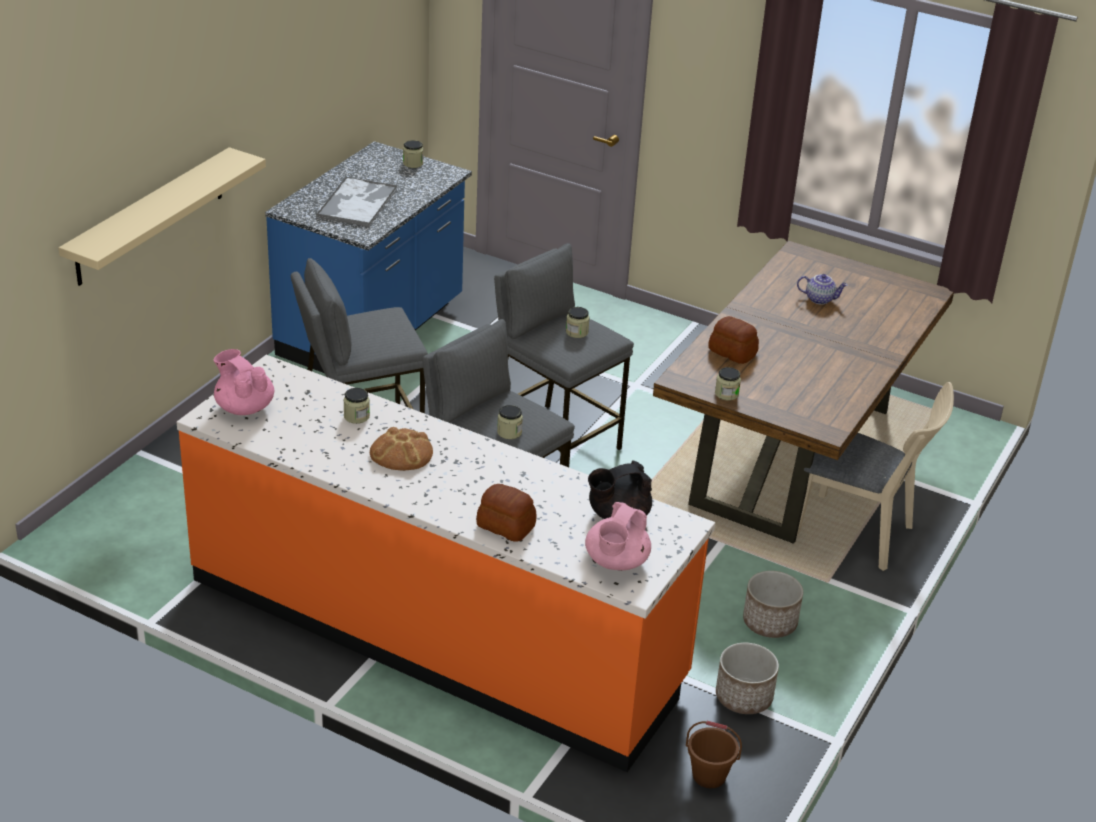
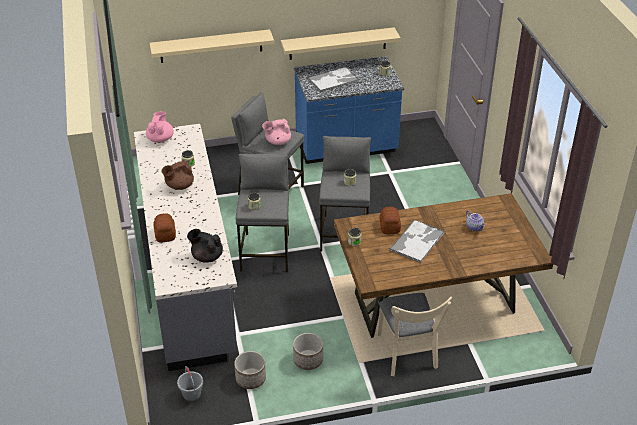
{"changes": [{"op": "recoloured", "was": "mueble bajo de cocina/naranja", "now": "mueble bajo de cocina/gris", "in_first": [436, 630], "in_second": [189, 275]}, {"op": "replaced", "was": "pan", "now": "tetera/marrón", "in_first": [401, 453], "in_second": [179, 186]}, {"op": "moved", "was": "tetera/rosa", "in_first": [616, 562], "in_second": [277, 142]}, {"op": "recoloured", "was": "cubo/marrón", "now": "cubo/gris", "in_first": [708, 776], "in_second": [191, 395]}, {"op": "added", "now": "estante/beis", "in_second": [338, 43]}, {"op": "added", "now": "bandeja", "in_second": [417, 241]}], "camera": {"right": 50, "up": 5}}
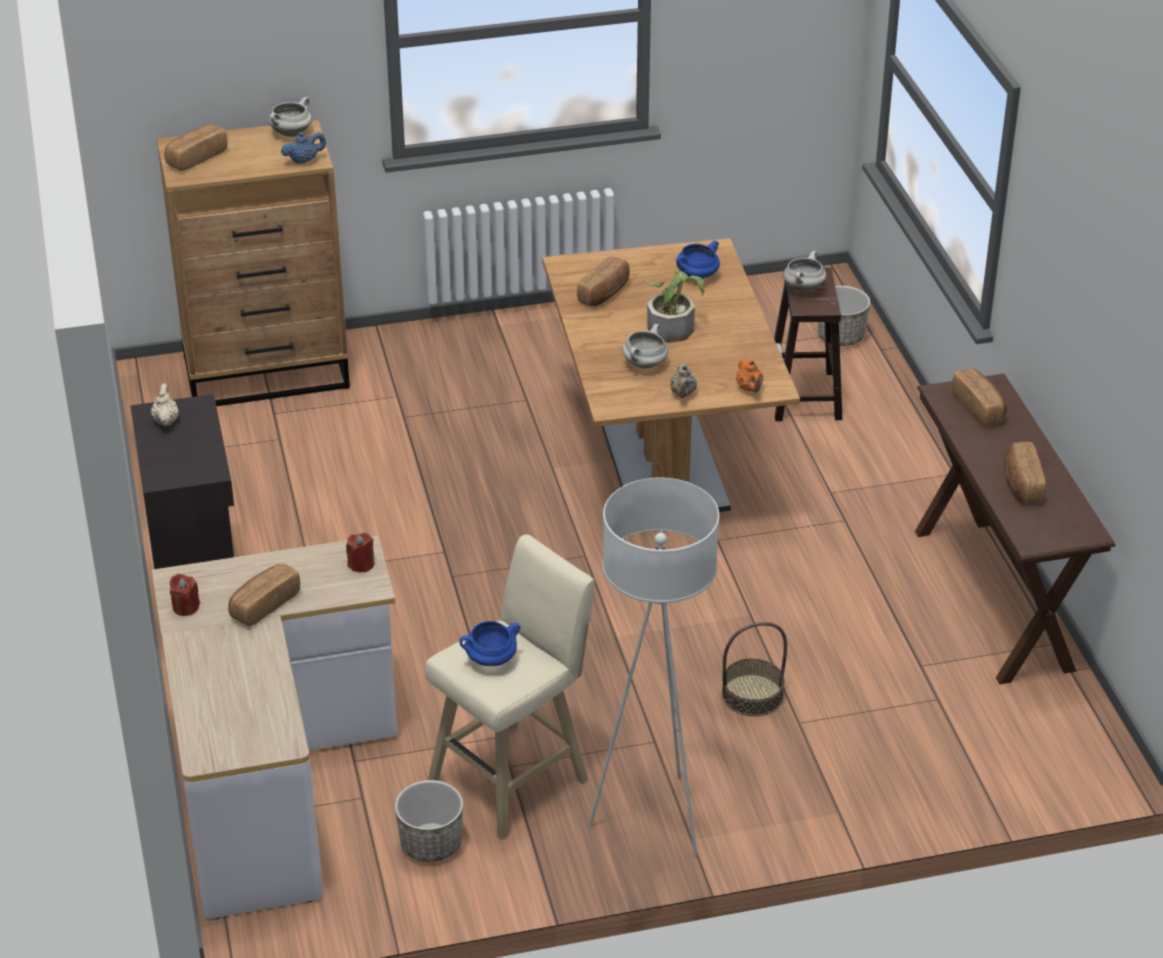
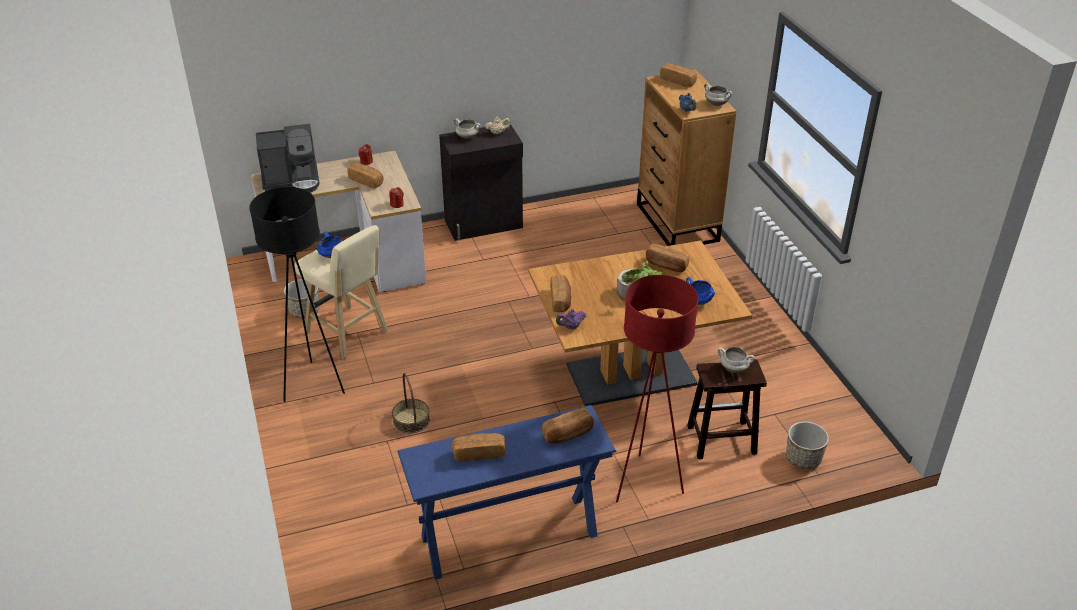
{"changes": [{"op": "recoloured", "was": "lámpara de pie/blanco", "now": "lámpara de pie/negro", "in_first": [652, 819], "in_second": [313, 384]}, {"op": "moved", "was": "olla/blanco", "in_first": [645, 364], "in_second": [467, 137]}, {"op": "replaced", "was": "tetera/beis", "now": "pan", "in_first": [683, 394], "in_second": [560, 300]}, {"op": "recoloured", "was": "tetera/naranja", "now": "tetera/morado", "in_first": [749, 389], "in_second": [571, 327]}, {"op": "recoloured", "was": "mesa consola/marrón", "now": "mesa consola/azul", "in_first": [992, 599], "in_second": [508, 536]}, {"op": "added", "now": "cafetera", "in_second": [292, 180]}, {"op": "added", "now": "lámpara de pie/rojo", "in_second": [645, 483]}], "camera": {"right": 85, "up": 0}}
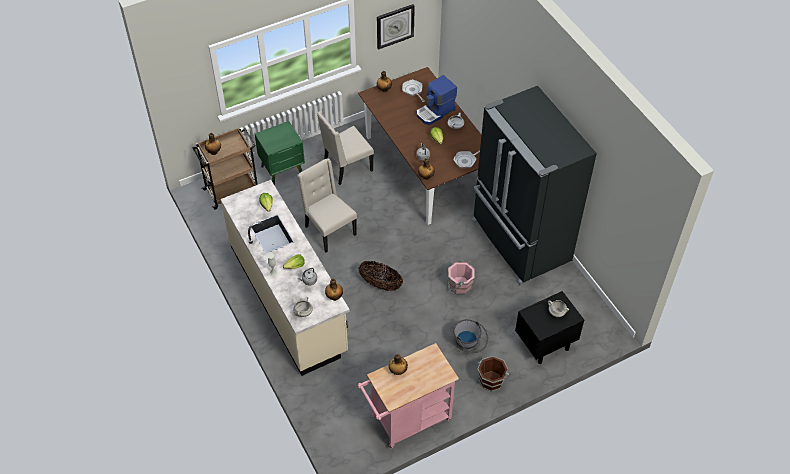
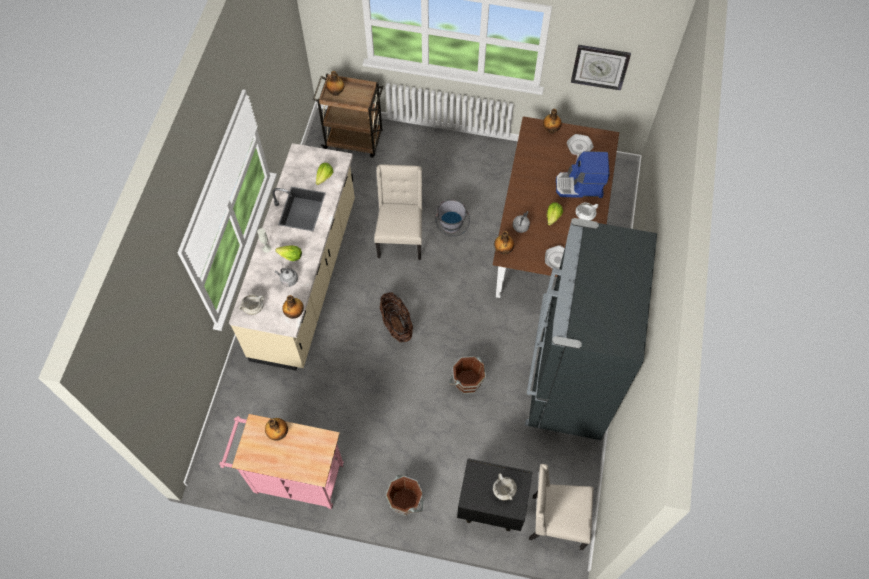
{"changes": [{"op": "removed", "was": "mesita de noche/verde", "in_first": [283, 170]}, {"op": "moved", "was": "silla/beis", "in_first": [346, 168], "in_second": [555, 521]}, {"op": "recoloured", "was": "cubo/rosa", "now": "cubo/marrón", "in_first": [459, 285], "in_second": [467, 381]}, {"op": "moved", "was": "cubo/gris", "in_first": [469, 346], "in_second": [451, 228]}], "camera": {"right": 40, "up": 10}}
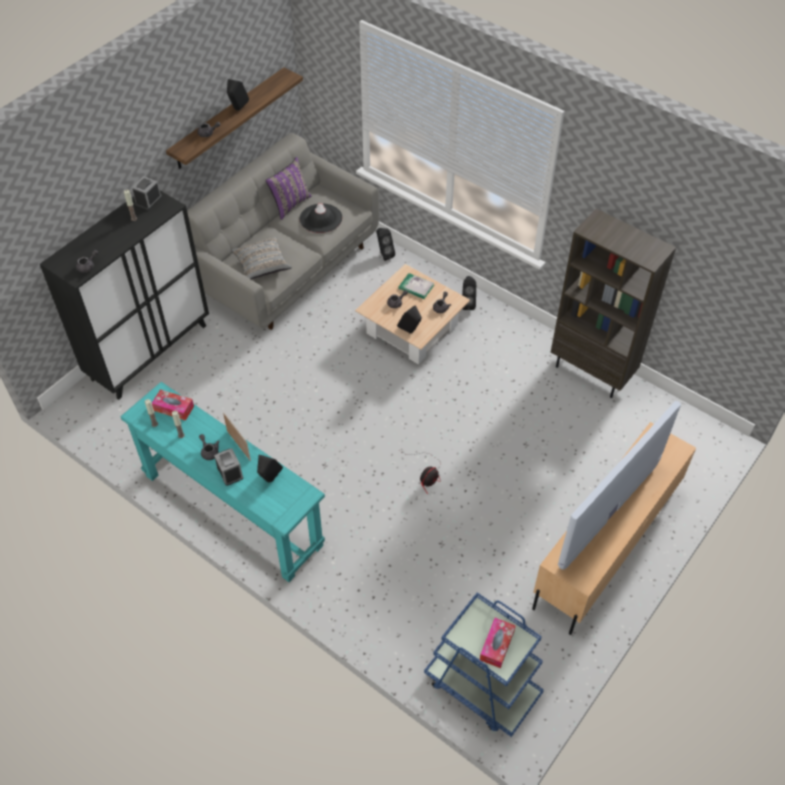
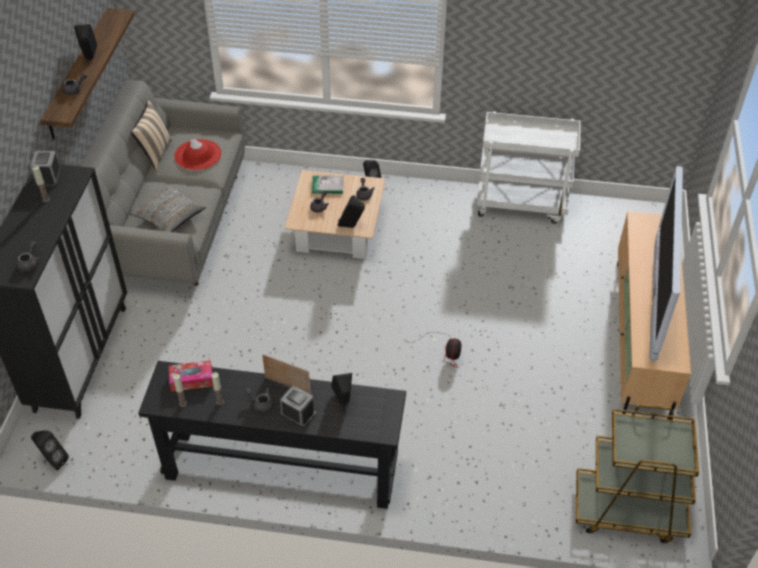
{"changes": [{"op": "recoloured", "was": "mesa consola/turquesa", "now": "mesa consola/negro", "in_first": [232, 509], "in_second": [281, 468]}, {"op": "recoloured", "was": "cojín/morado", "now": "cojín/beis", "in_first": [289, 204], "in_second": [155, 153]}, {"op": "recoloured", "was": "sombrero/negro", "now": "sombrero/rojo", "in_first": [321, 218], "in_second": [197, 155]}, {"op": "moved", "was": "altavoz/negro", "in_first": [384, 254], "in_second": [53, 460]}, {"op": "recoloured", "was": "carrito/azul", "now": "carrito/marrón", "in_first": [481, 686], "in_second": [628, 510]}, {"op": "removed", "was": "caja de pañuelos", "in_first": [497, 645]}, {"op": "replaced", "was": "estantería/marrón", "now": "carrito/blanco", "in_first": [592, 372], "in_second": [522, 204]}], "camera": {"right": -30, "up": -5}}
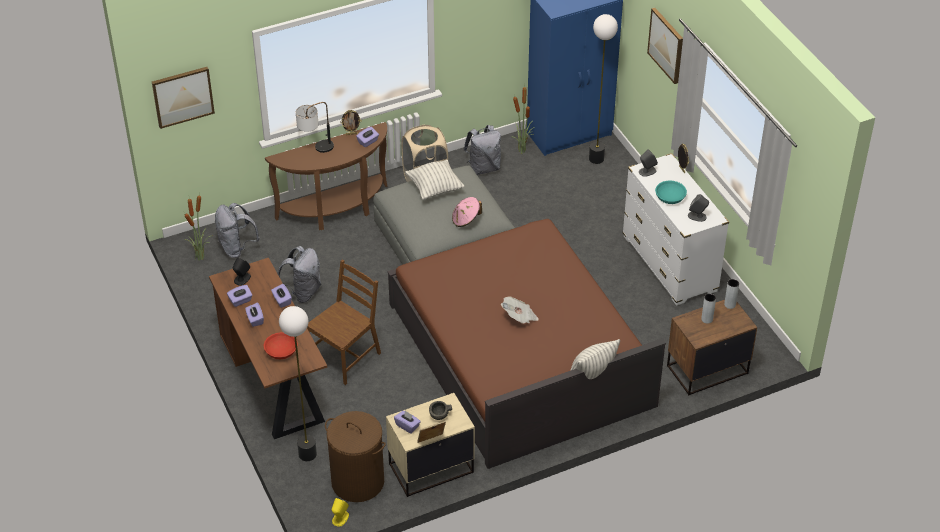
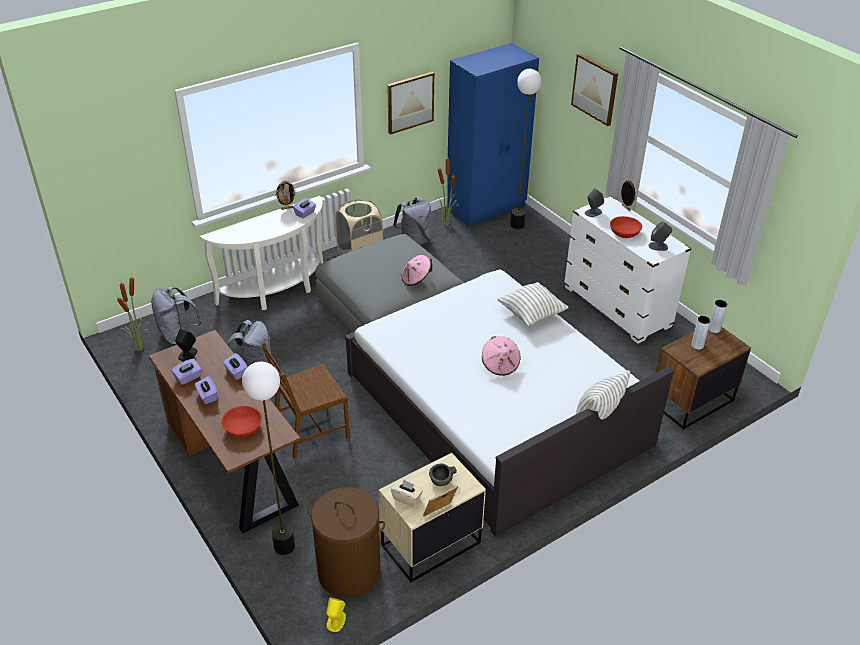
{"changes": [{"op": "moved", "was": "cuadro", "in_first": [182, 96], "in_second": [410, 102]}, {"op": "recoloured", "was": "mesa consola/marrón", "now": "mesa consola/blanco", "in_first": [336, 211], "in_second": [277, 291]}, {"op": "removed", "was": "lámpara de mesa", "in_first": [316, 149]}, {"op": "turned", "was": "silla/marrón", "in_first": [345, 356], "in_second": [310, 431], "clockwise": -150}, {"op": "recoloured", "was": "cama/marrón", "now": "cama/blanco", "in_first": [520, 355], "in_second": [496, 408]}, {"op": "recoloured", "was": "caja de pañuelos/morado", "now": "caja de pañuelos/beis", "in_first": [407, 426], "in_second": [407, 498]}, {"op": "moved", "was": "cojín", "in_first": [435, 189], "in_second": [531, 314]}, {"op": "replaced", "was": "periódico", "now": "sombrero/rosa", "in_first": [519, 317], "in_second": [500, 365]}, {"op": "recoloured", "was": "cuenco/turquesa", "now": "cuenco/rojo", "in_first": [670, 197], "in_second": [624, 232]}], "camera": {"right": -10, "up": -5}}
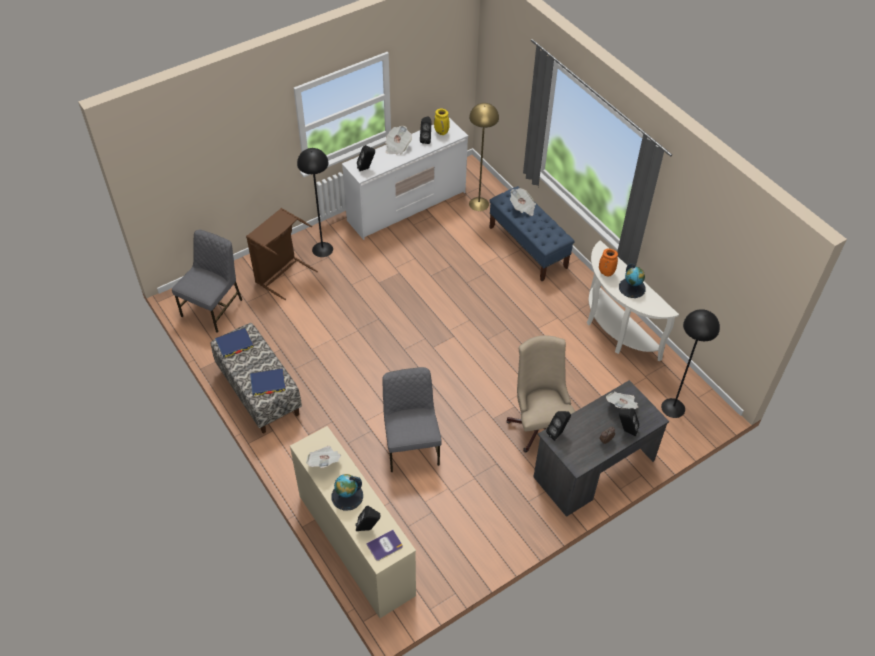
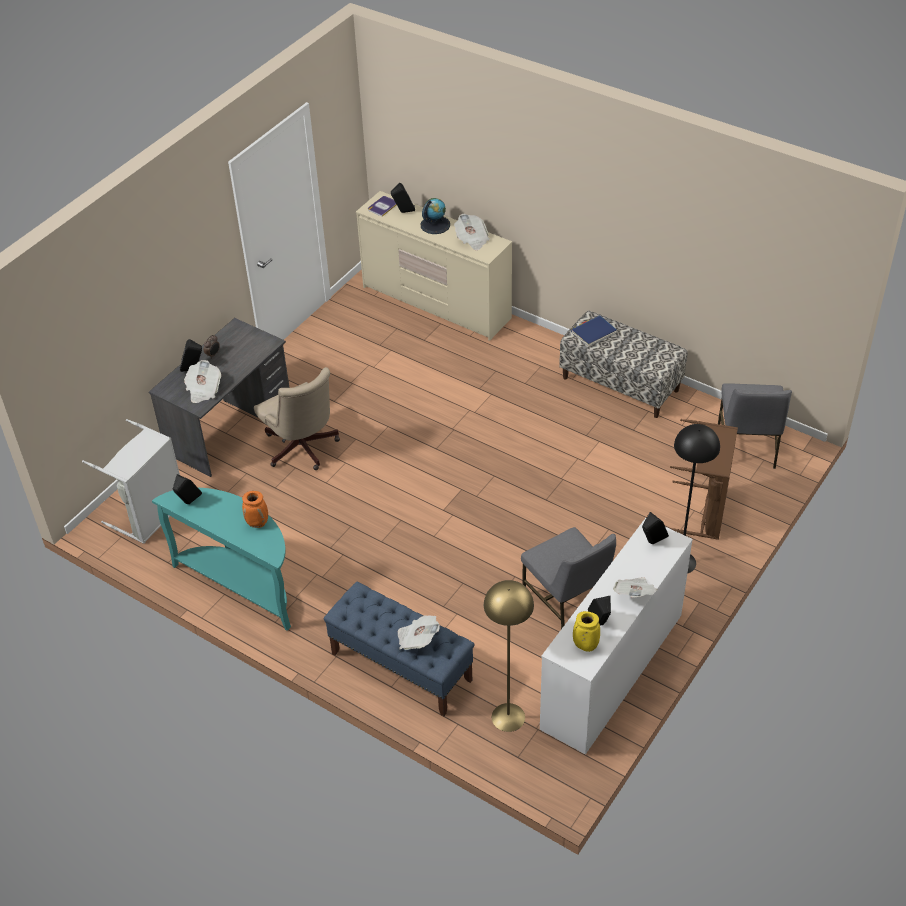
{"changes": [{"op": "removed", "was": "libro/azul", "in_first": [234, 344]}, {"op": "moved", "was": "silla/gris", "in_first": [411, 445], "in_second": [567, 602]}, {"op": "moved", "was": "altavoz/negro", "in_first": [558, 433], "in_second": [188, 502]}, {"op": "recoloured", "was": "mesa consola/blanco", "now": "mesa consola/turquesa", "in_first": [614, 330], "in_second": [242, 585]}, {"op": "removed", "was": "globo terráqueo", "in_first": [632, 288]}, {"op": "replaced", "was": "lámpara de pie/negro", "now": "cesto de la ropa/gris", "in_first": [673, 407], "in_second": [150, 515]}], "camera": {"right": 160, "up": -5}}
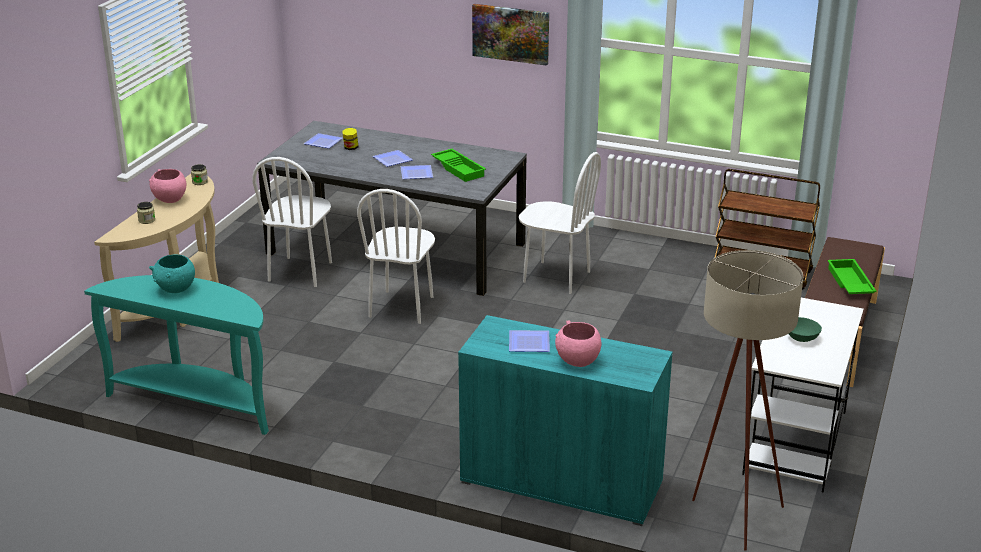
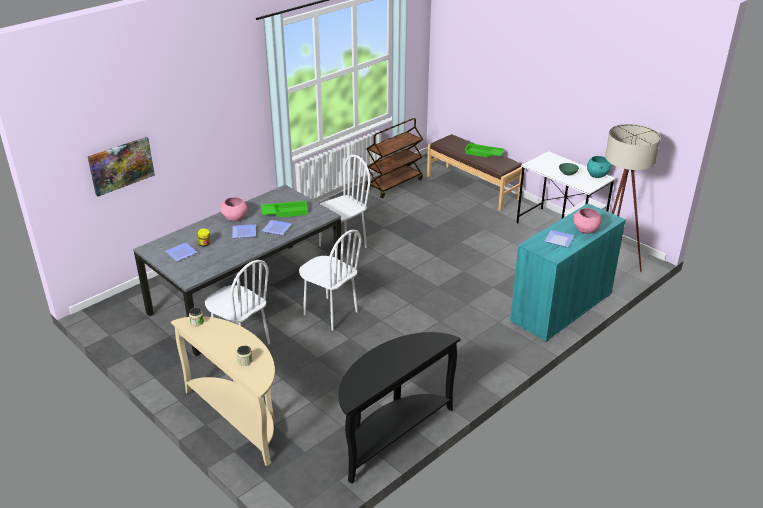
{"changes": [{"op": "recoloured", "was": "mesa consola/turquesa", "now": "mesa consola/negro", "in_first": [197, 402], "in_second": [390, 435]}, {"op": "moved", "was": "cuenco/rosa", "in_first": [170, 199], "in_second": [235, 219]}, {"op": "moved", "was": "cuenco/turquesa", "in_first": [176, 289], "in_second": [597, 175]}, {"op": "moved", "was": "cuadro", "in_first": [511, 33], "in_second": [121, 165]}], "camera": {"right": -65, "up": 5}}
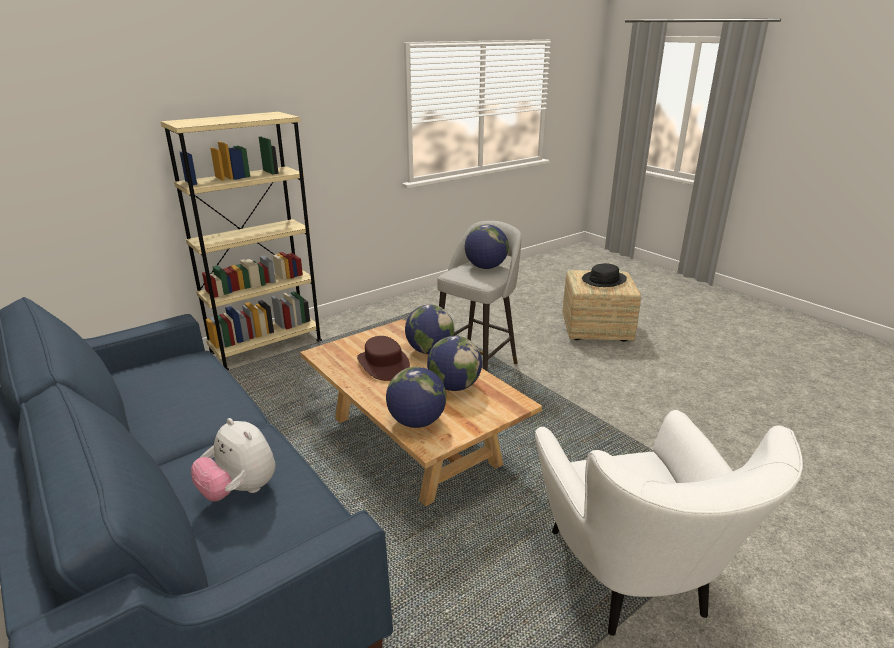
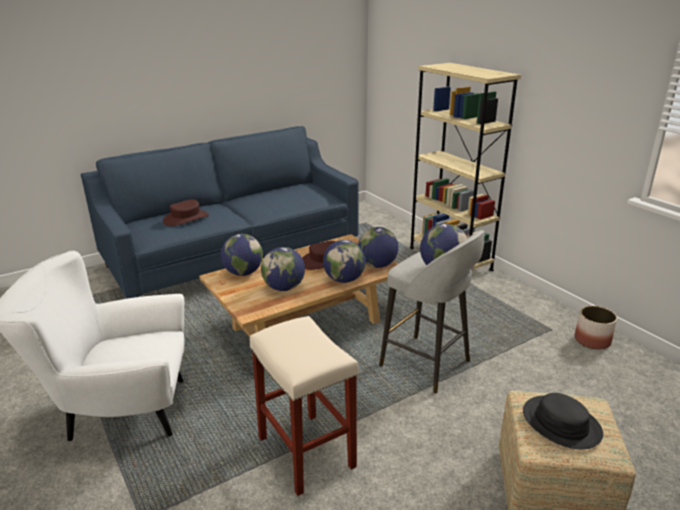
{"changes": [{"op": "replaced", "was": "peluche", "now": "sombrero/marrón", "in_first": [240, 490], "in_second": [186, 219]}, {"op": "added", "now": "taburete/beis", "in_second": [307, 453]}, {"op": "added", "now": "globo terráqueo", "in_second": [377, 265]}, {"op": "added", "now": "maceta", "in_second": [591, 340]}], "camera": {"right": 95, "up": 0}}
